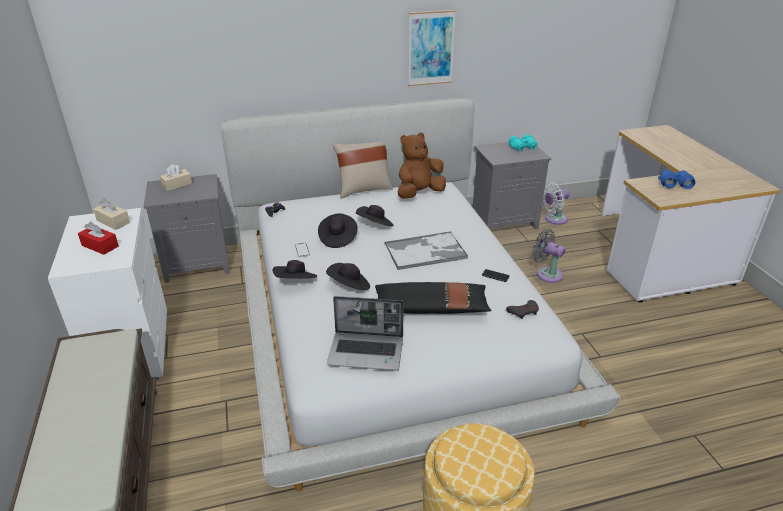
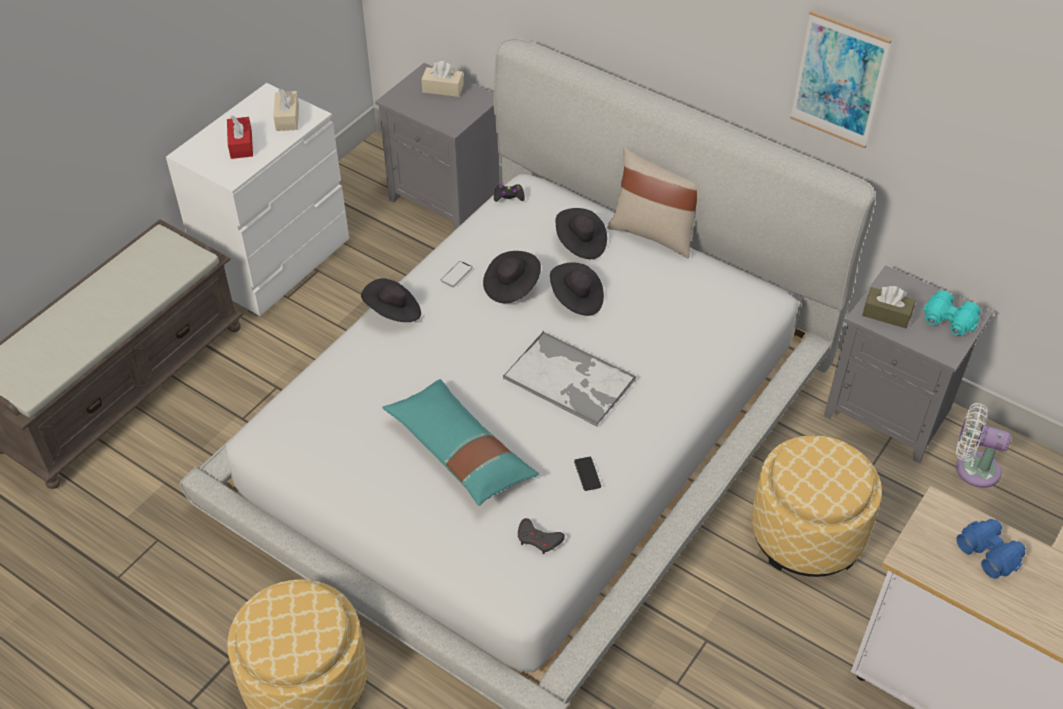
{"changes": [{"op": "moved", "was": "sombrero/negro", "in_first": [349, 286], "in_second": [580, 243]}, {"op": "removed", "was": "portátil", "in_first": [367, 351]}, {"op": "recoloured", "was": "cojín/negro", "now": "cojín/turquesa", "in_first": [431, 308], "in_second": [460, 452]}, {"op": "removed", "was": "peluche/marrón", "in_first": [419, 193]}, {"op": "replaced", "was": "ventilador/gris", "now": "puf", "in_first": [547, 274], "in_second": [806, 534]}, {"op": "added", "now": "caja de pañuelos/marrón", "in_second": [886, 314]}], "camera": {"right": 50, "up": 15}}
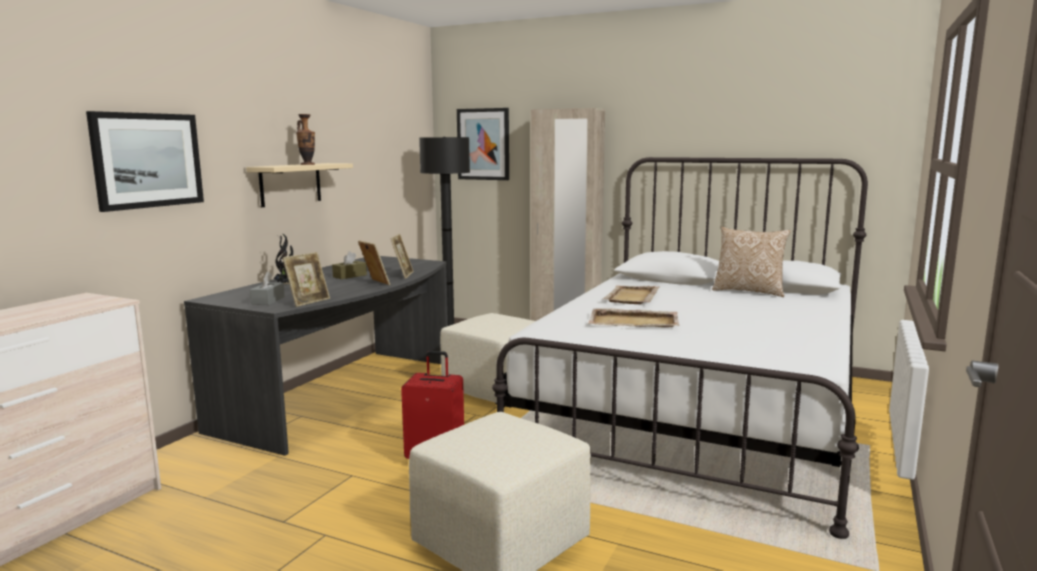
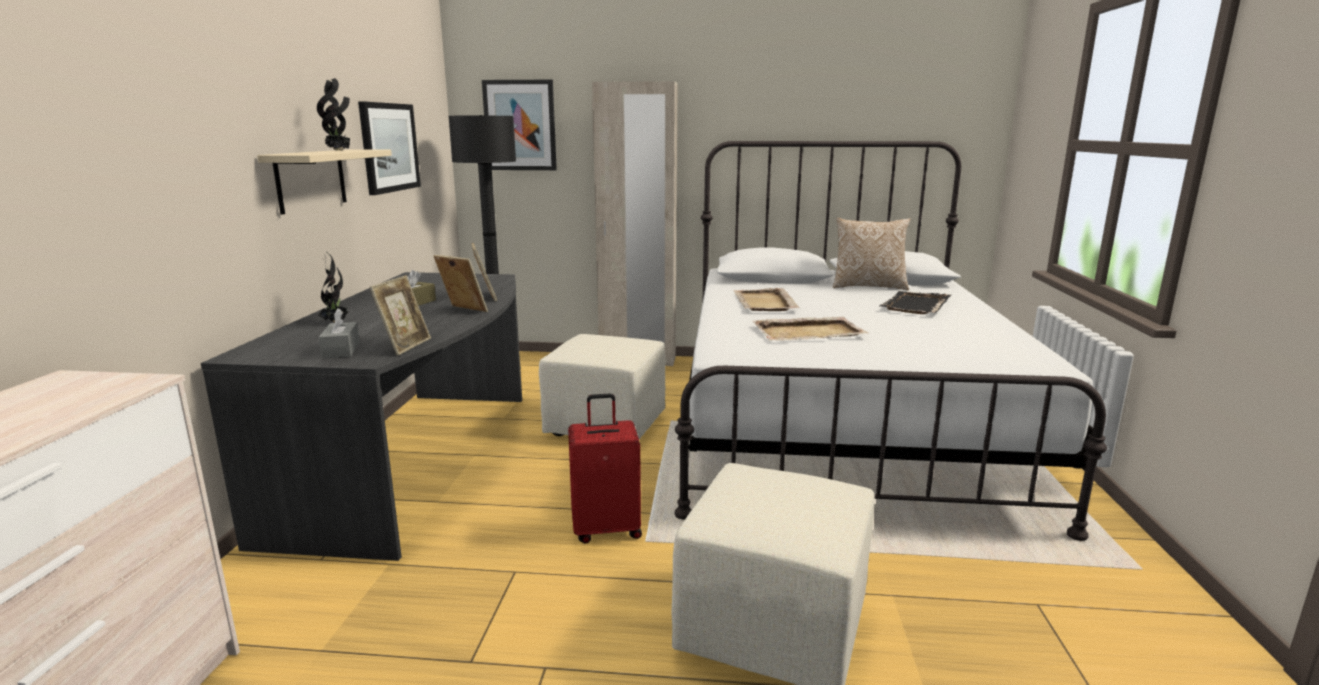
{"changes": [{"op": "moved", "was": "cuadro", "in_first": [147, 160], "in_second": [389, 147]}, {"op": "replaced", "was": "florero", "now": "planta en maceta", "in_first": [307, 164], "in_second": [339, 151]}, {"op": "added", "now": "bandeja/negro", "in_second": [915, 305]}], "camera": {"right": -20, "up": 5}}
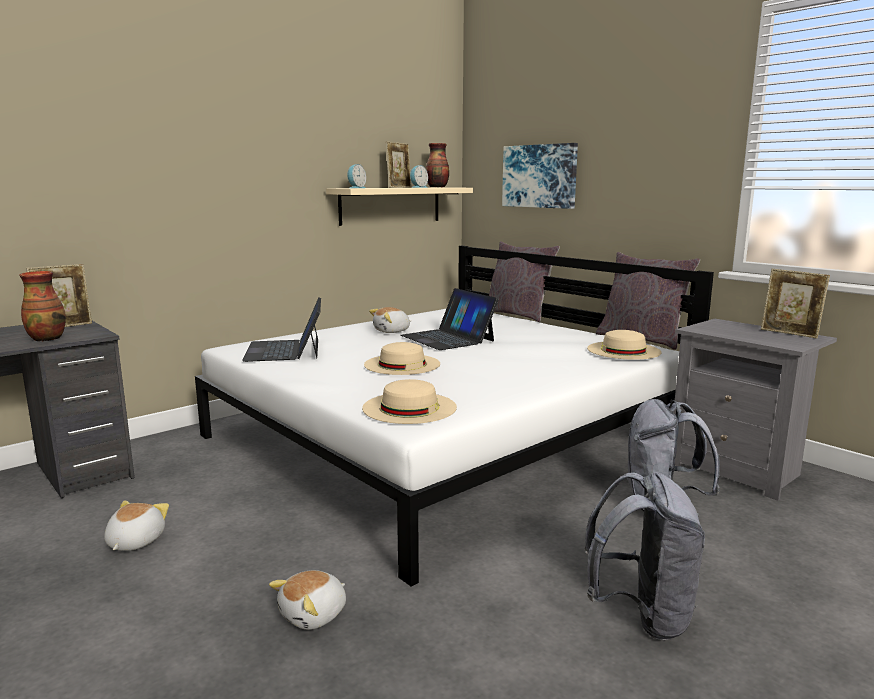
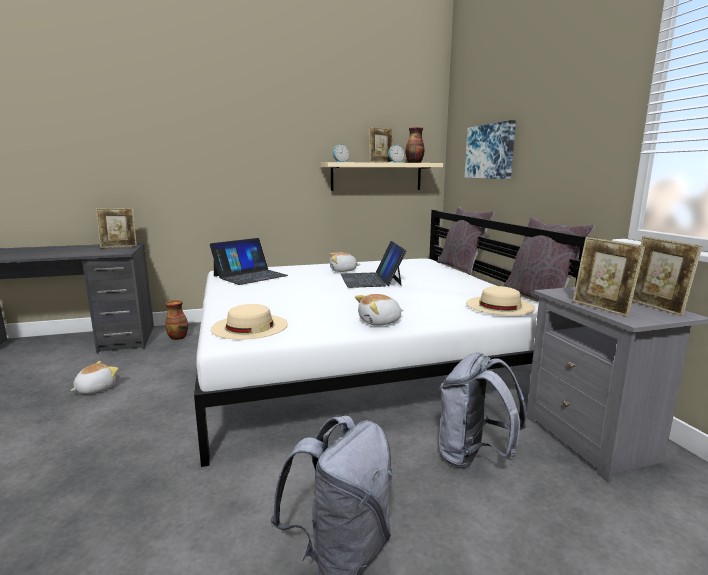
{"changes": [{"op": "moved", "was": "florero", "in_first": [47, 338], "in_second": [178, 337]}, {"op": "turned", "was": "portátil", "in_first": [285, 350], "in_second": [250, 276], "clockwise": -150}, {"op": "moved", "was": "peluche", "in_first": [314, 615], "in_second": [380, 322]}, {"op": "removed", "was": "sombrero/beis", "in_first": [402, 364]}, {"op": "added", "now": "portarretratos", "in_second": [601, 308]}], "camera": {"right": 25, "up": 0}}
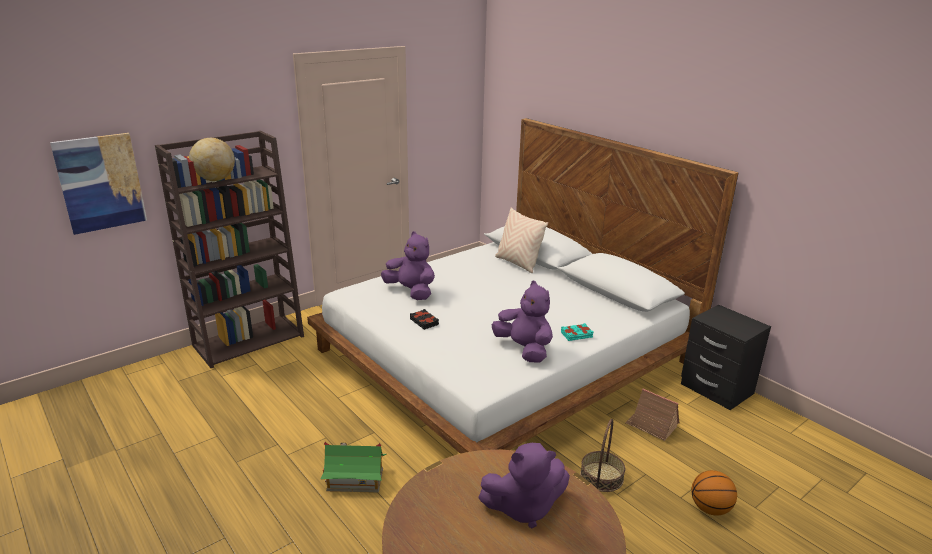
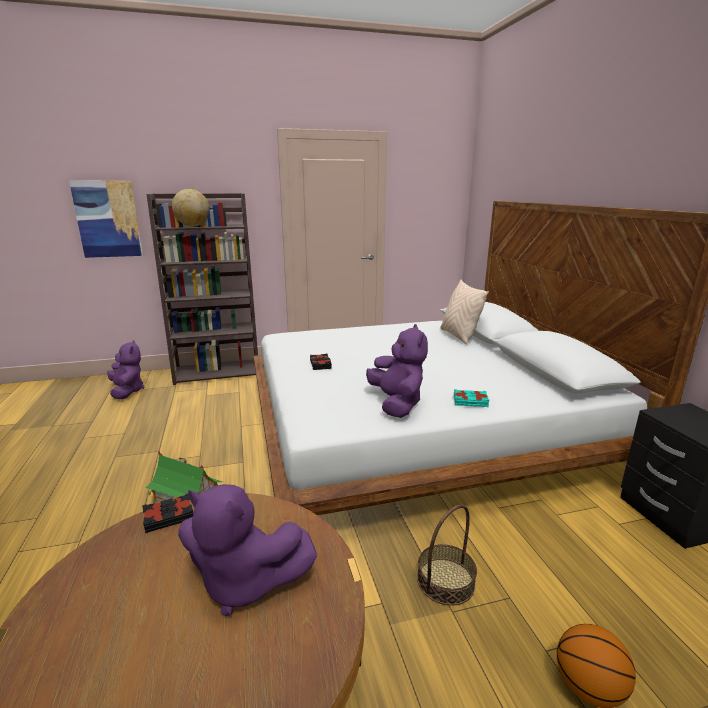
{"changes": [{"op": "moved", "was": "peluche/morado", "in_first": [411, 292], "in_second": [127, 391]}, {"op": "removed", "was": "casita", "in_first": [651, 425]}, {"op": "added", "now": "libro/negro", "in_second": [168, 516]}], "camera": {"right": 25, "up": -5}}
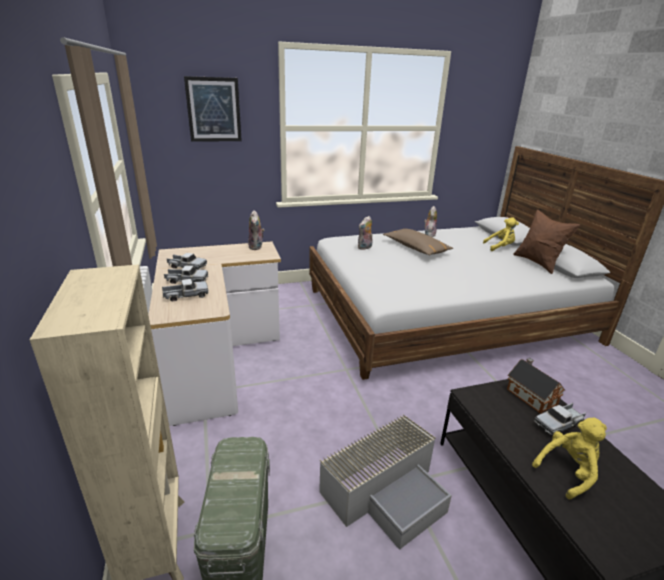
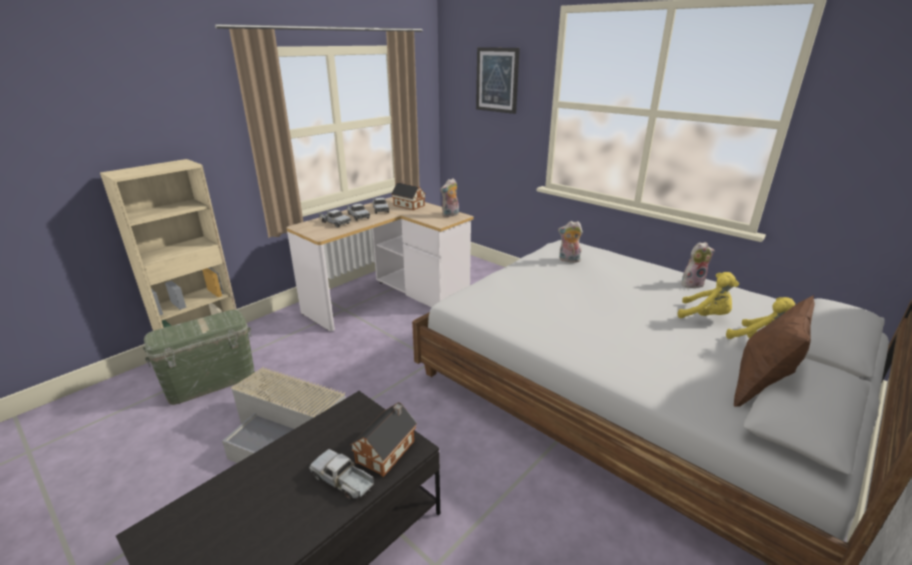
{"changes": [{"op": "removed", "was": "cojín/marrón", "in_first": [416, 248]}, {"op": "moved", "was": "peluche/amarillo", "in_first": [567, 471], "in_second": [705, 316]}, {"op": "added", "now": "casita", "in_second": [408, 205]}], "camera": {"right": 60, "up": 0}}
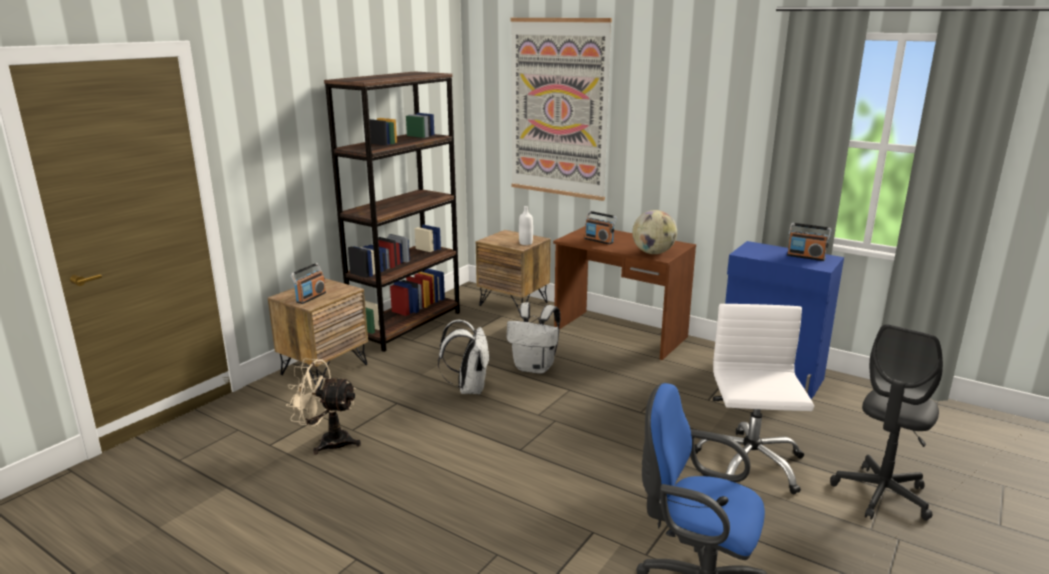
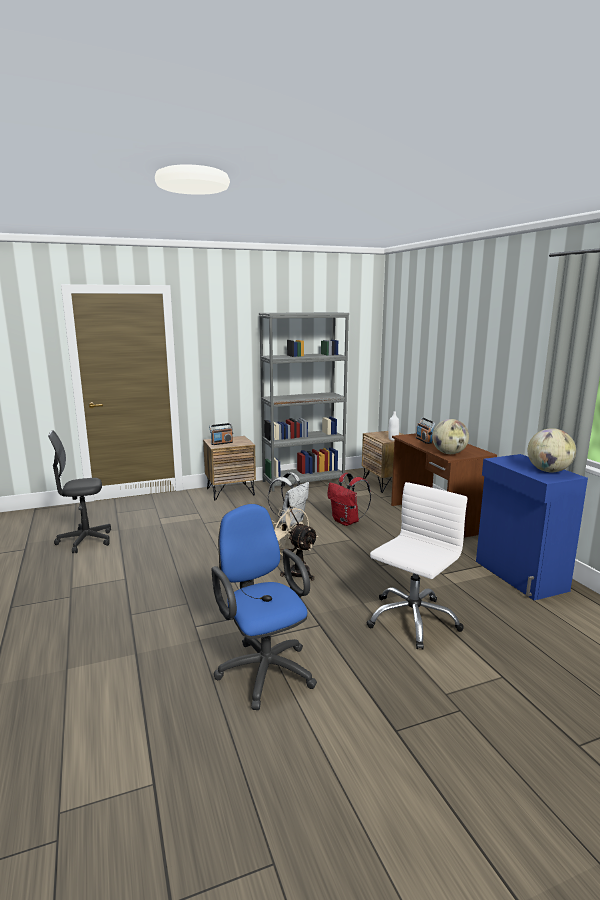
{"changes": [{"op": "moved", "was": "ventilador/beis", "in_first": [327, 442], "in_second": [294, 571]}, {"op": "recoloured", "was": "estantería/marrón", "now": "estantería/gris", "in_first": [407, 325], "in_second": [303, 481]}, {"op": "recoloured", "was": "mochila/blanco", "now": "mochila/rojo", "in_first": [535, 368], "in_second": [347, 522]}, {"op": "removed", "was": "cuadro", "in_first": [558, 109]}, {"op": "replaced", "was": "radio", "now": "globo terráqueo", "in_first": [806, 257], "in_second": [548, 471]}, {"op": "moved", "was": "silla de oficina/gris", "in_first": [881, 495], "in_second": [85, 541]}], "camera": {"right": 35, "up": -5}}
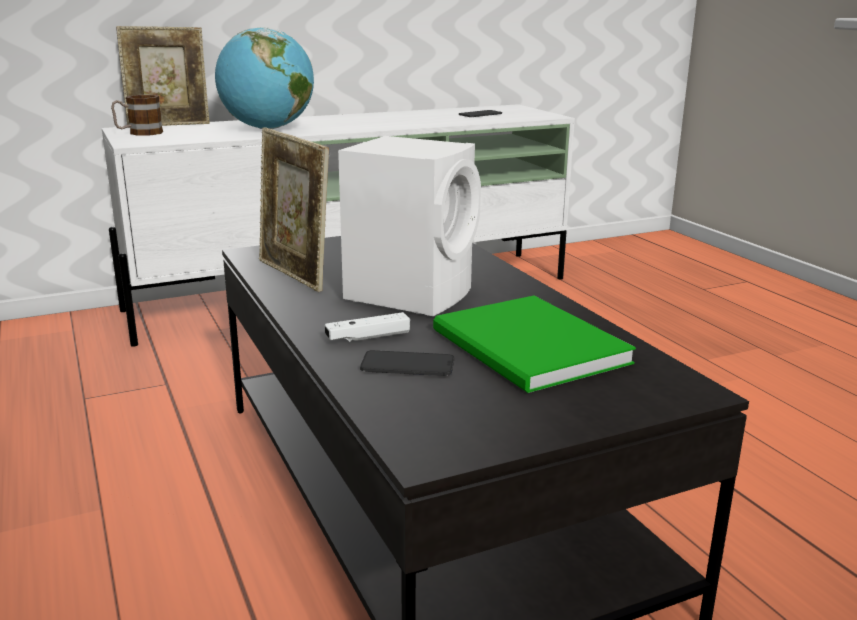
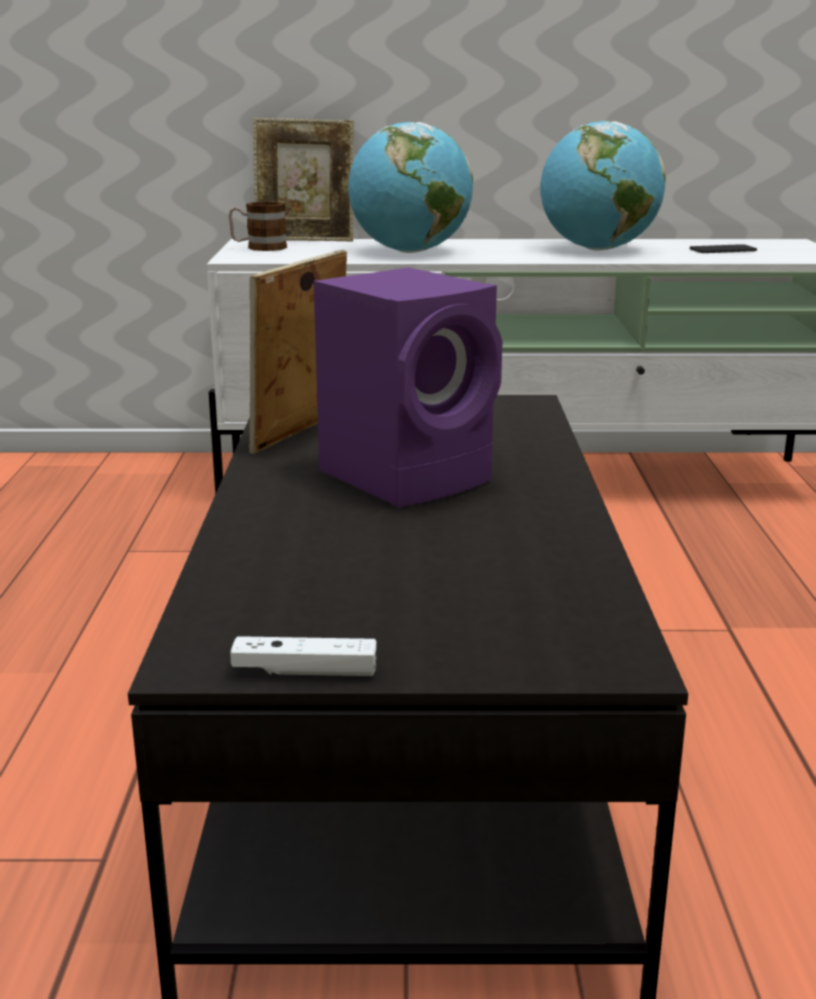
{"changes": [{"op": "turned", "was": "portarretratos", "in_first": [294, 275], "in_second": [301, 435], "clockwise": 45}, {"op": "moved", "was": "mando de consola/blanco", "in_first": [368, 337], "in_second": [305, 671]}, {"op": "recoloured", "was": "altavoz/blanco", "now": "altavoz/morado", "in_first": [412, 293], "in_second": [410, 476]}, {"op": "removed", "was": "móvil", "in_first": [407, 364]}, {"op": "removed", "was": "libro/verde", "in_first": [529, 349]}, {"op": "added", "now": "globo terráqueo", "in_second": [597, 250]}], "camera": {"right": 25, "up": 0}}
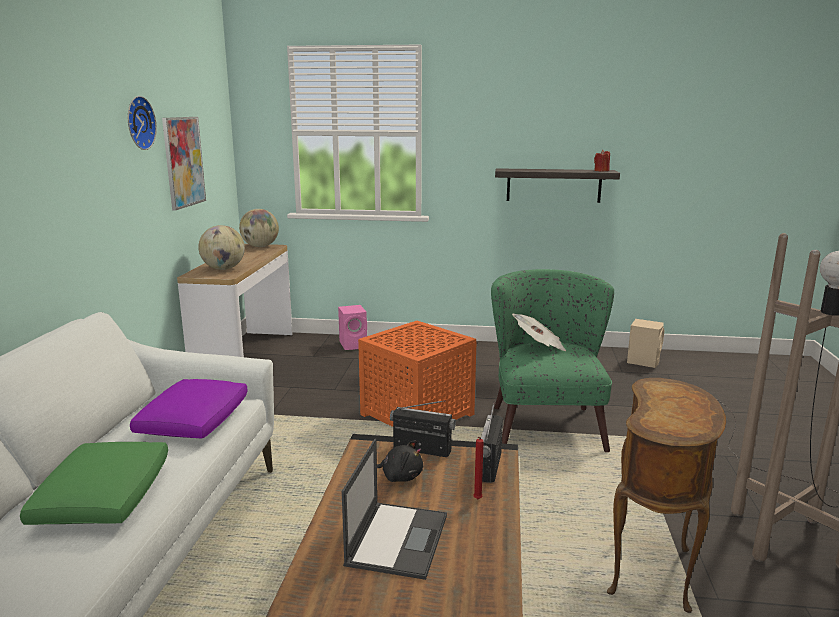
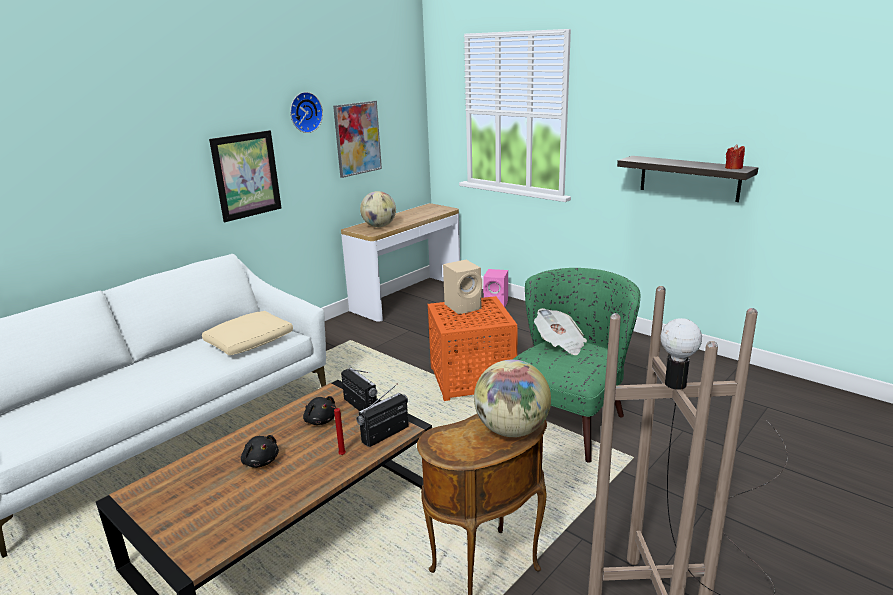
{"changes": [{"op": "removed", "was": "cojín/verde", "in_first": [104, 498]}, {"op": "recoloured", "was": "cojín/morado", "now": "cojín/beis", "in_first": [194, 421], "in_second": [250, 342]}, {"op": "moved", "was": "globo terráqueo", "in_first": [260, 246], "in_second": [511, 430]}, {"op": "replaced", "was": "portátil", "now": "peluche/negro", "in_first": [397, 538], "in_second": [260, 461]}, {"op": "moved", "was": "altavoz/beis", "in_first": [643, 361], "in_second": [464, 306]}, {"op": "added", "now": "cuadro", "in_second": [246, 175]}], "camera": {"right": 35, "up": 5}}
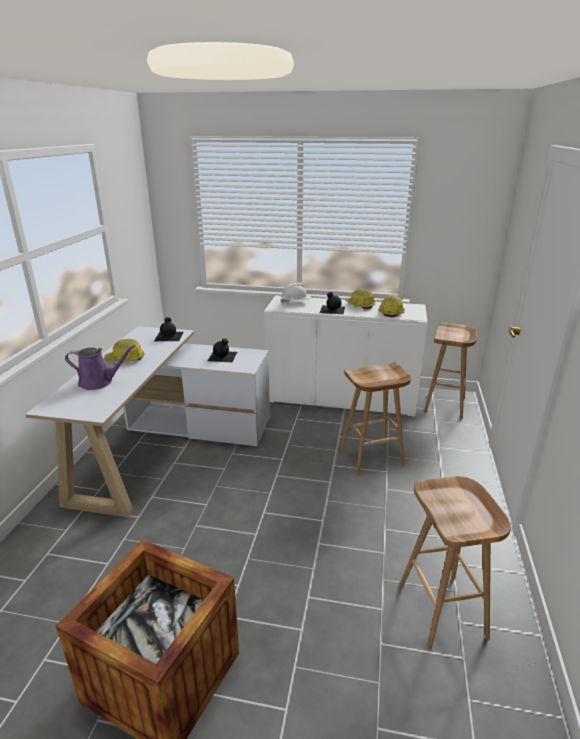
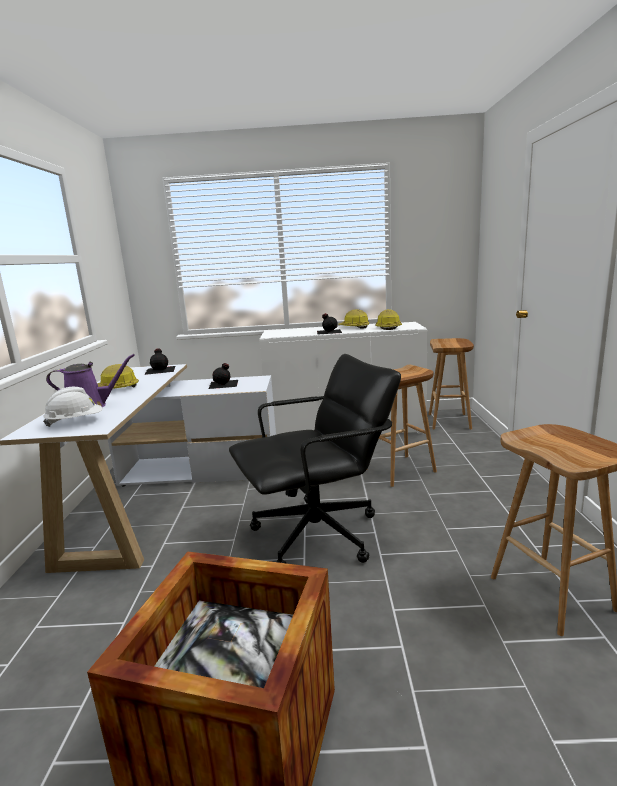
{"changes": [{"op": "moved", "was": "casco/blanco", "in_first": [295, 302], "in_second": [76, 422]}, {"op": "added", "now": "silla de oficina/negro", "in_second": [318, 534]}], "camera": {"right": -10, "up": -10}}
